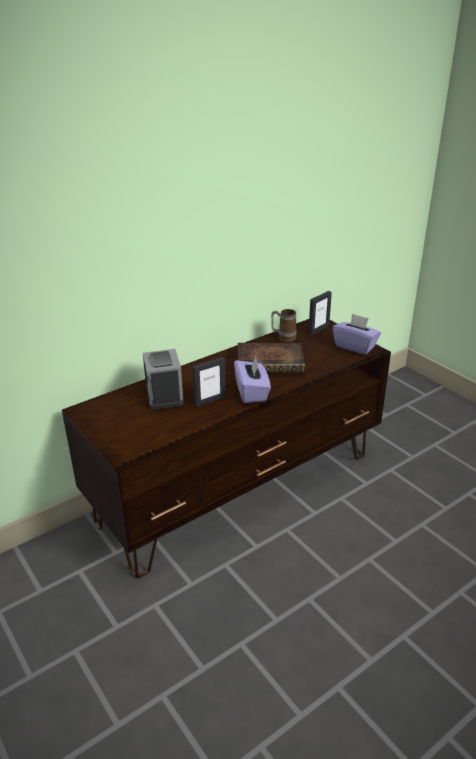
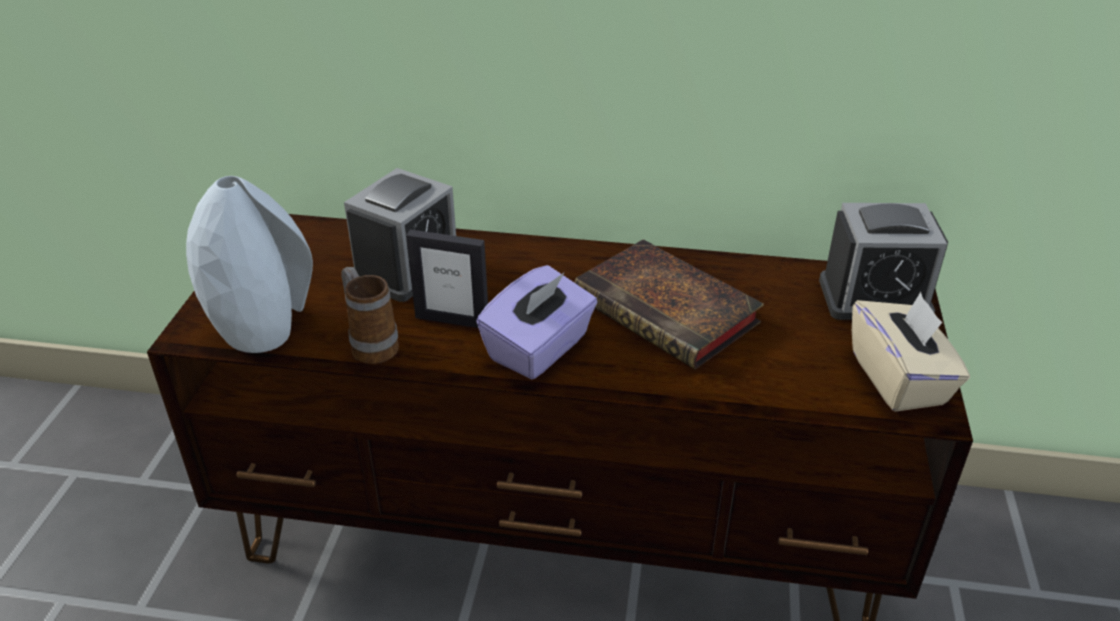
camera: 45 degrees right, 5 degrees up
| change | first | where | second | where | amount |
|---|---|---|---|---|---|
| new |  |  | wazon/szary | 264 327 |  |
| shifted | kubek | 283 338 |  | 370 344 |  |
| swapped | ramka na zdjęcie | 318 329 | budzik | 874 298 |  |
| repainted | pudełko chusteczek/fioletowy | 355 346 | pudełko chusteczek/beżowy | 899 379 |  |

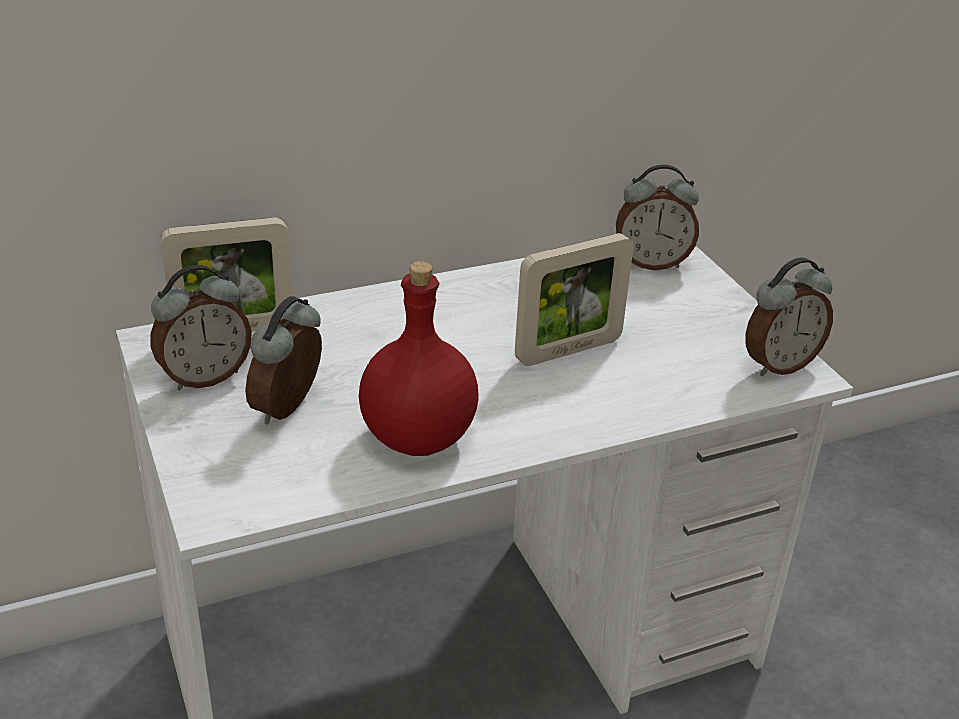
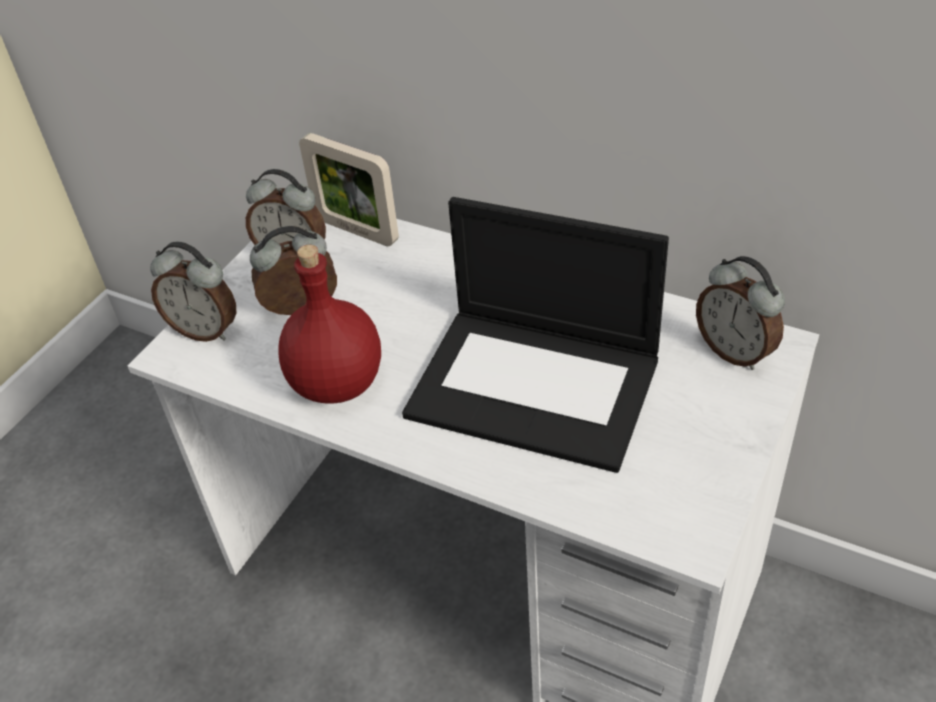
camera: 55 degrees right, 10 degrees up
| change | first | where | second | where | amount |
|---|---|---|---|---|---|
| shifted | budzik | 778 364 |  | 205 330 |  |
| swapped | ramka na zdjęcie | 568 350 | laptop | 537 386 |  |

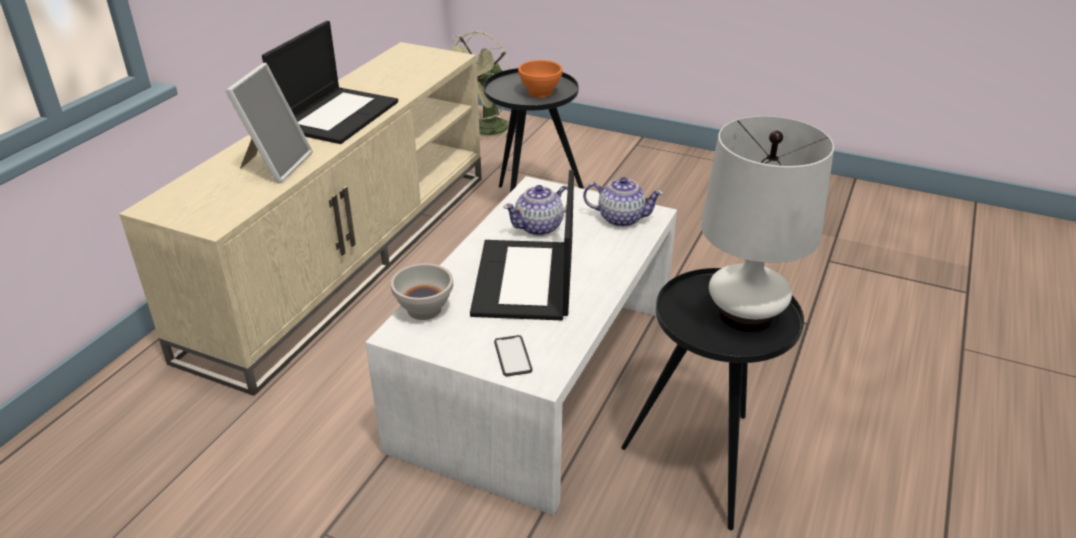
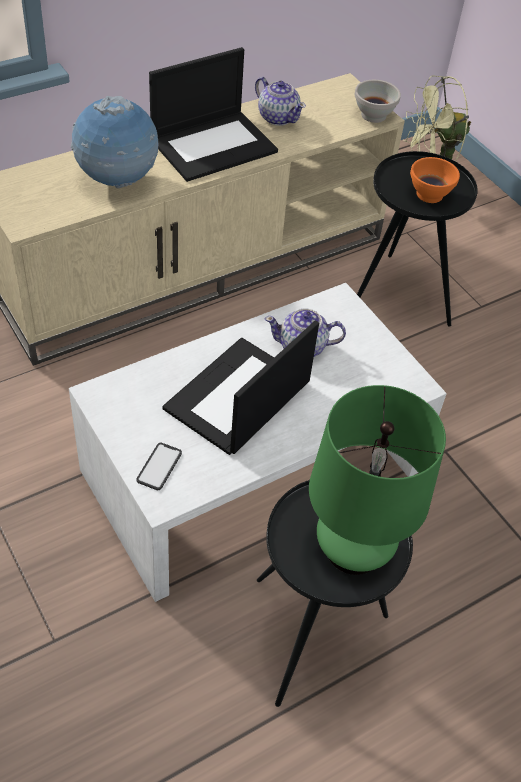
camera: 30 degrees right, 15 degrees up
| change | first | where | second | where | amount |
|---|---|---|---|---|---|
| shifted | miska/biały | 425 310 |  | 373 116 |  |
| shifted | imbryk | 620 218 |  | 278 117 |  |
| swapped | ramka na zdjęcie | 275 165 | globus | 117 181 |  |
| repainted | lampa stołowa/biały | 745 315 | lampa stołowa/zielony | 353 549 |  |

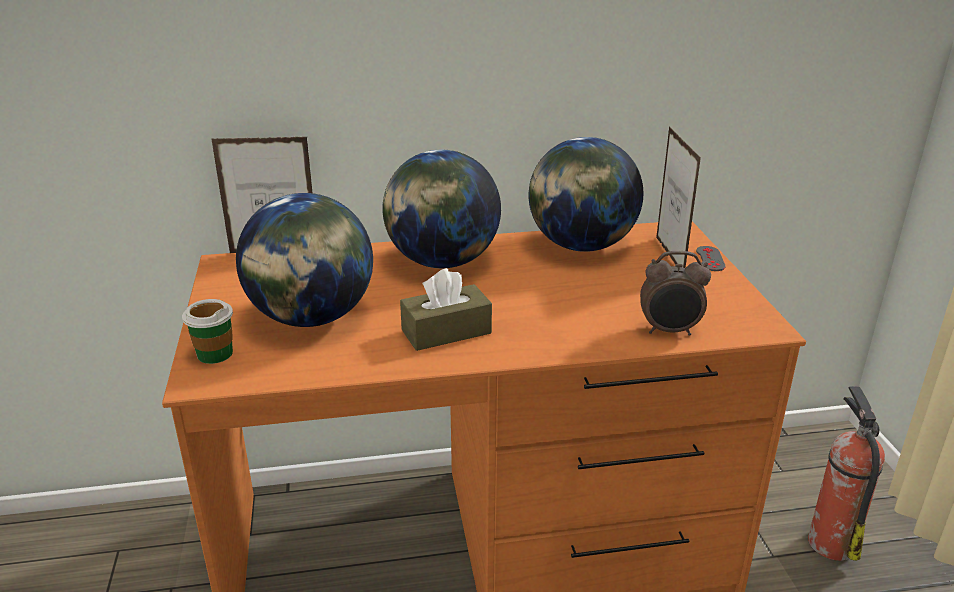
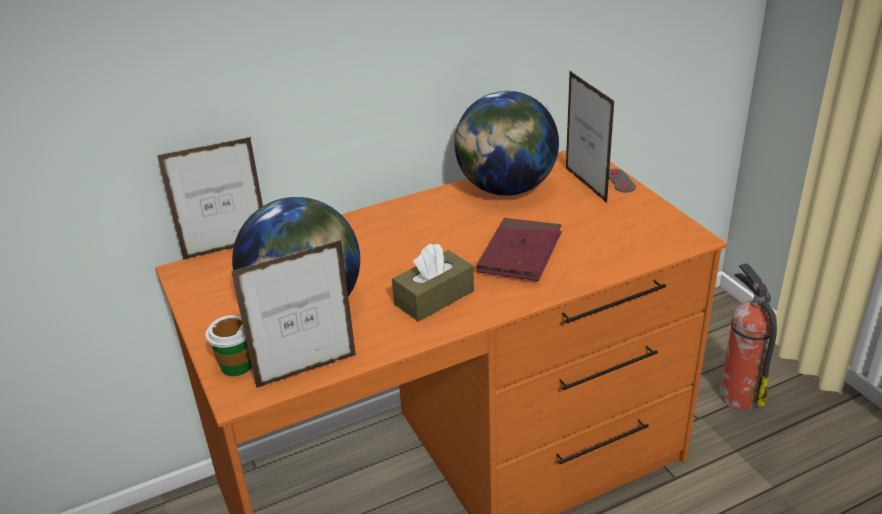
camera: 15 degrees left, 5 degrees up
| change | first | where | second | where | amount |
|---|---|---|---|---|---|
| gone | globus | 442 262 |  |  |  |
| gone | budzik | 669 331 |  |  |  |
| new |  |  | ramka na zdjęcie | 307 371 |  |
| new |  |  | książka/czerwony | 520 253 |  |

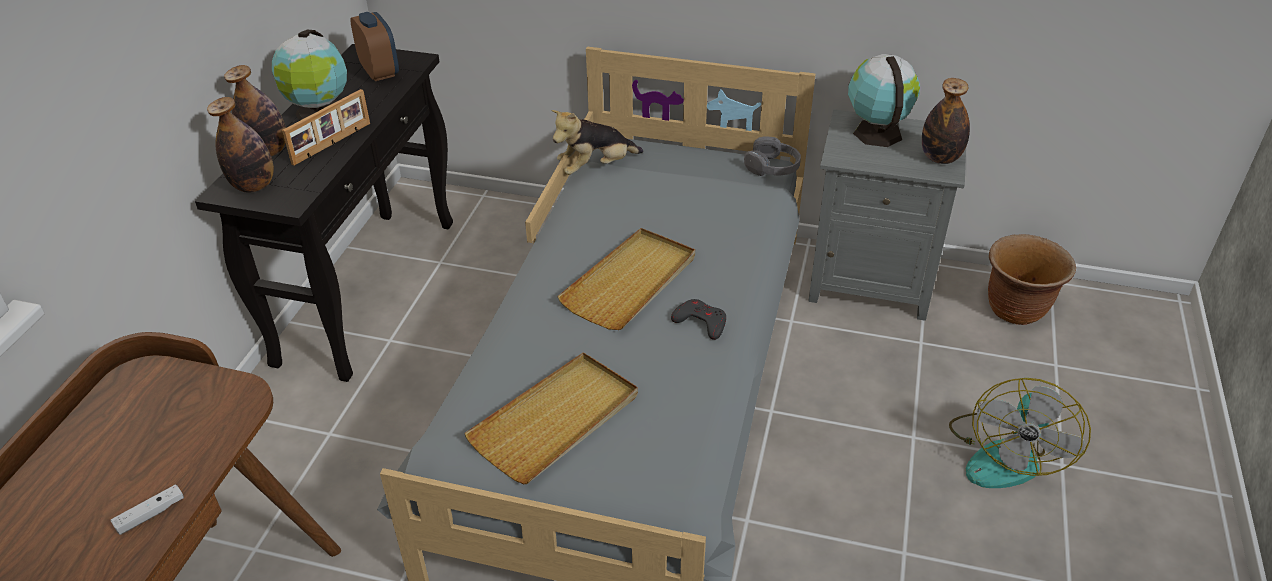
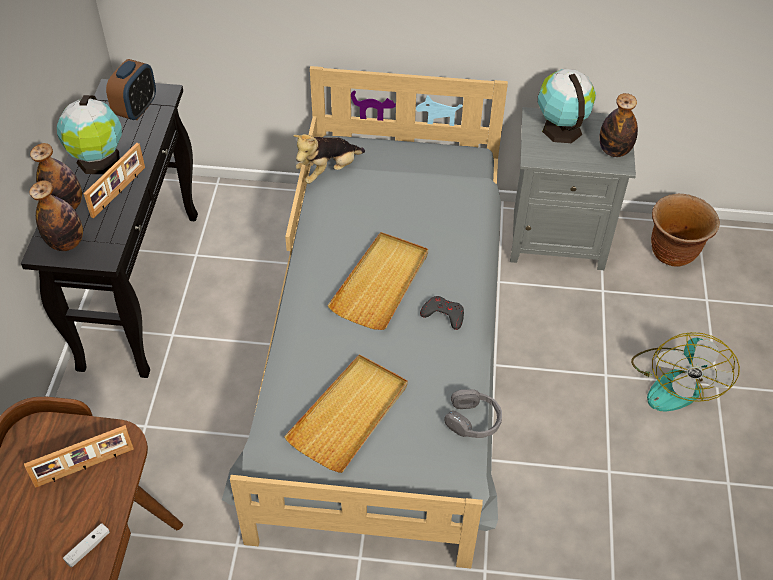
camera: 10 degrees left, 10 degrees up
| change | first | where | second | where | amount |
|---|---|---|---|---|---|
| new |  |  | ramka na zdjęcie | 85 467 |  |
| shifted | słuchawki/szary | 773 167 |  | 473 420 |  |
| rotated | budzik | 380 72 |  | 136 109 | 60 degrees clockwise |

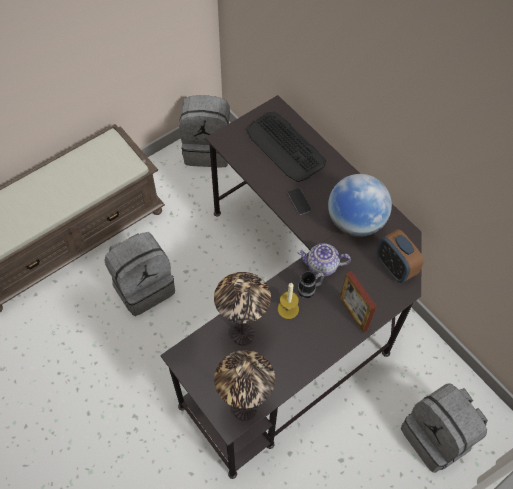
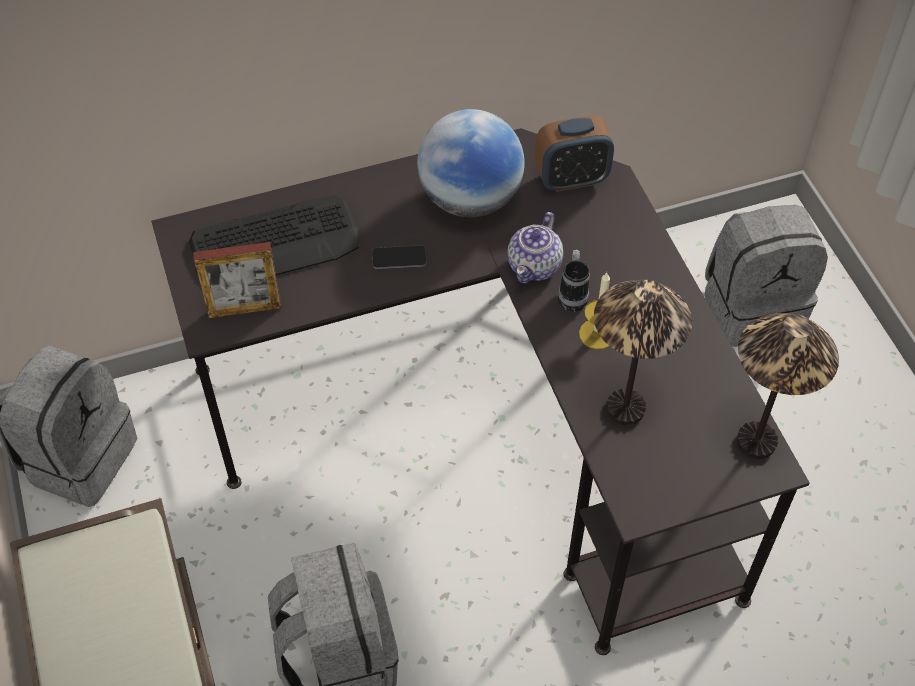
camera: 70 degrees left, 5 degrees down
| change | first | where | second | where | amount |
|---|---|---|---|---|---|
| shifted | ramka na zdjęcie | 353 314 |  | 244 309 |  |

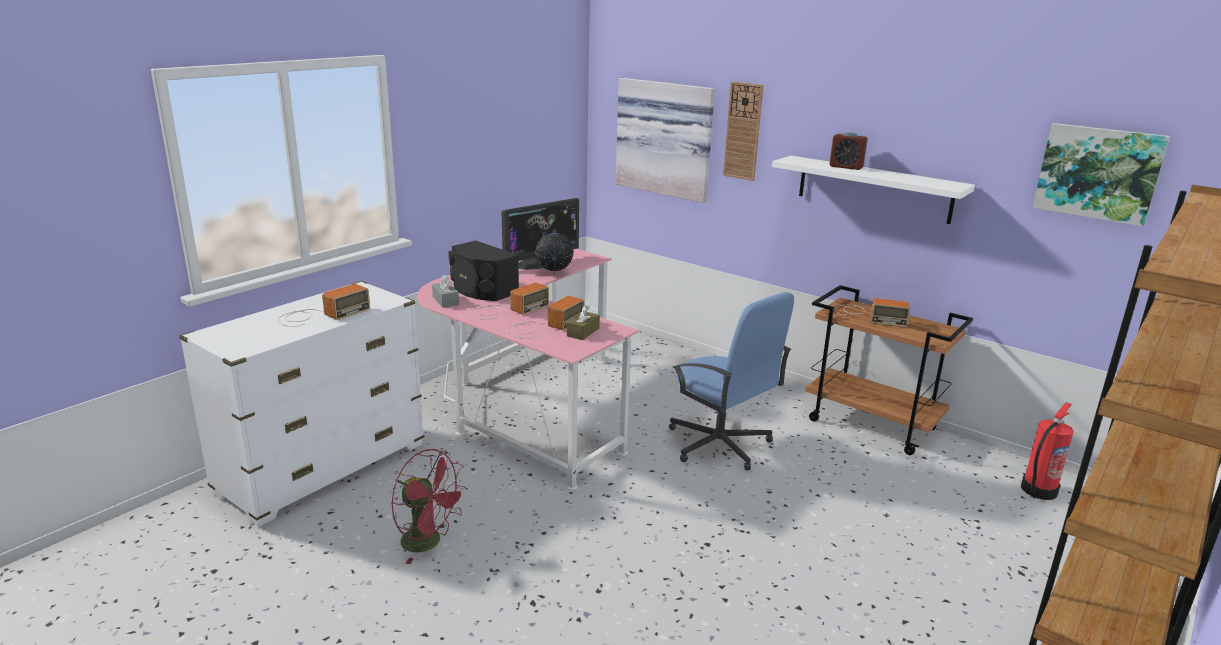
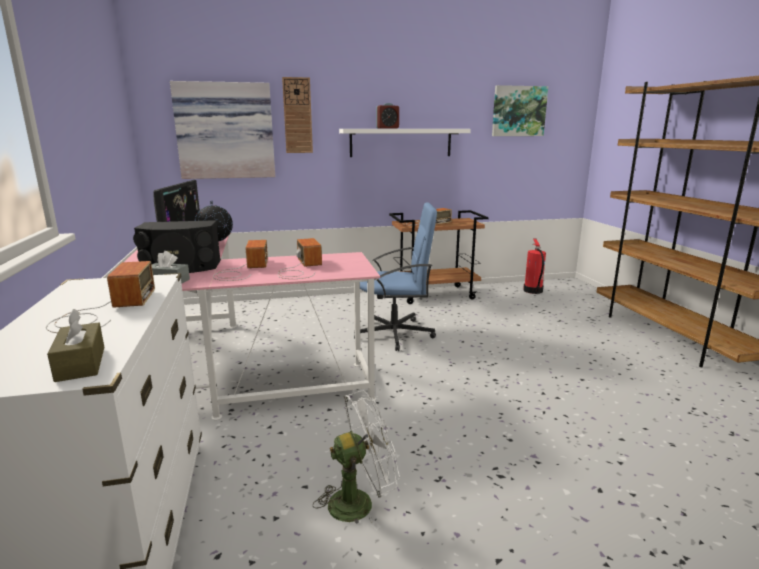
camera: 50 degrees left, 5 degrees down
| change | first | where | second | where | amount |
|---|---|---|---|---|---|
| shifted | pudełko chusteczek/brązowy | 583 332 |  | 81 363 |  |
| repainted | wentylator/czerwony | 429 543 | wentylator/biały | 359 501 |  |

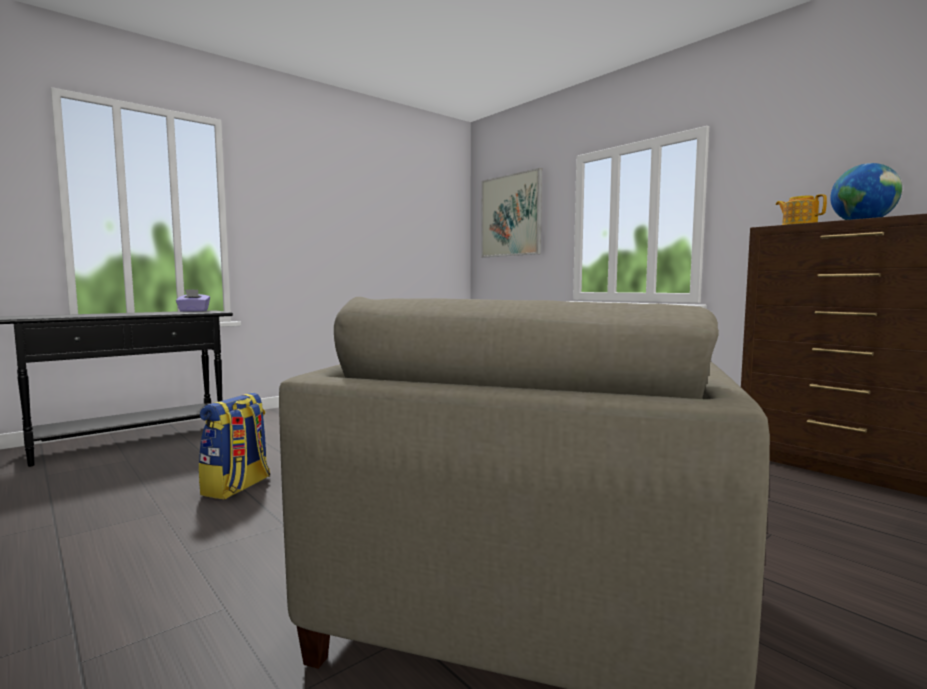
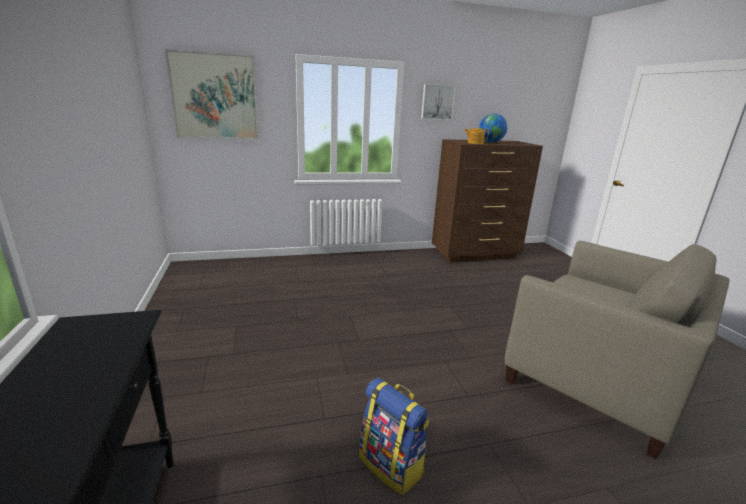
camera: 65 degrees left, 15 degrees up
| change | first | where | second | where | amount |
|---|---|---|---|---|---|
| gone | pudełko chusteczek/fioletowy | 193 311 |  |  |  |
| new |  |  | obraz | 437 102 |  |

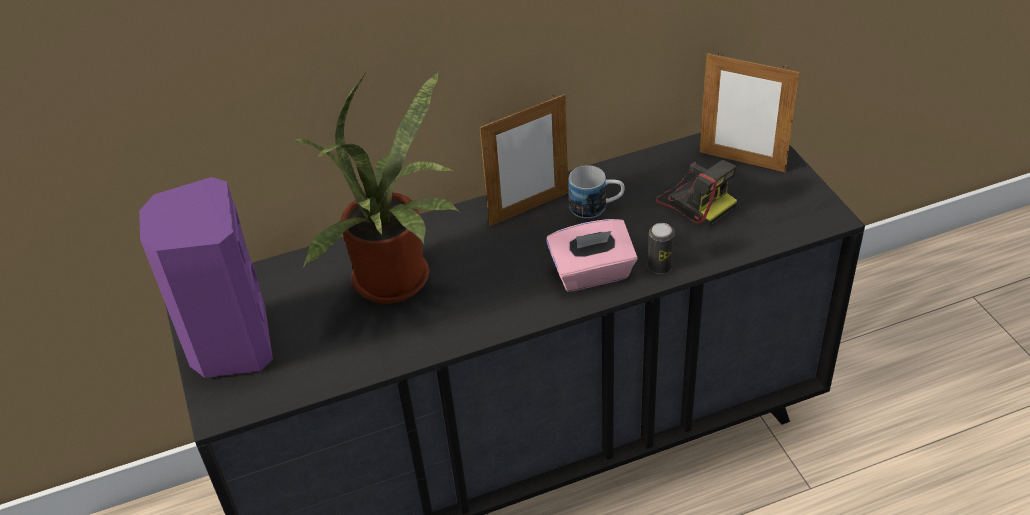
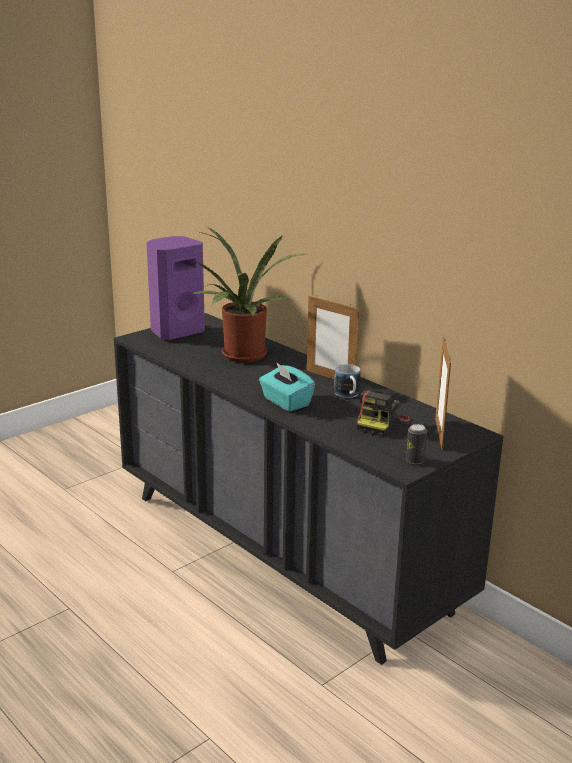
camera: 65 degrees right, 20 degrees down
| change | first | where | second | where | amount |
|---|---|---|---|---|---|
| shifted | puszka | 660 266 |  | 415 460 |  |
| repainted | pudełko chusteczek/różowy | 592 274 | pudełko chusteczek/turkusowy | 286 402 |  |

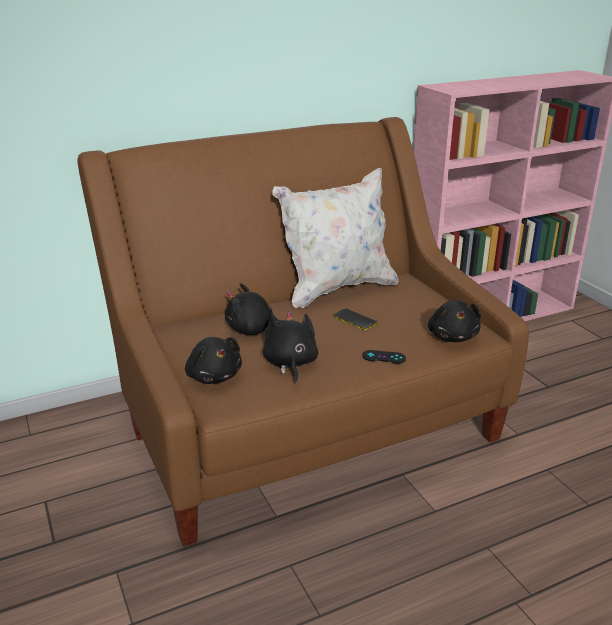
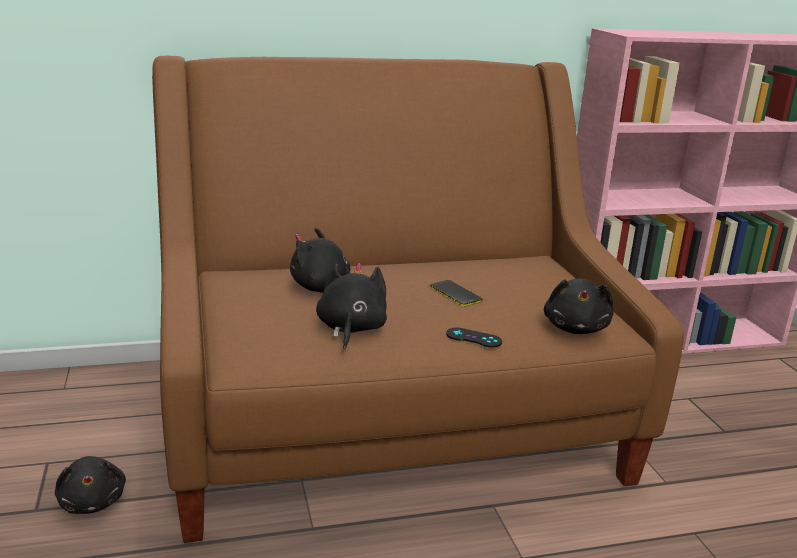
camera: 10 degrees right, 5 degrees down
| change | first | where | second | where | amount |
|---|---|---|---|---|---|
| gone | poduszka/biały | 337 289 |  |  |  |
| shifted | pluszak/czarny | 213 376 |  | 92 501 |  |

